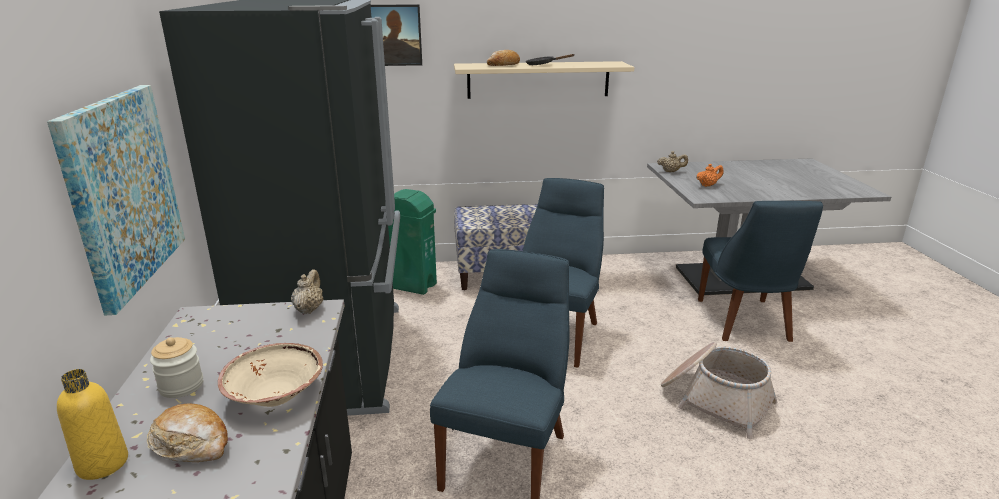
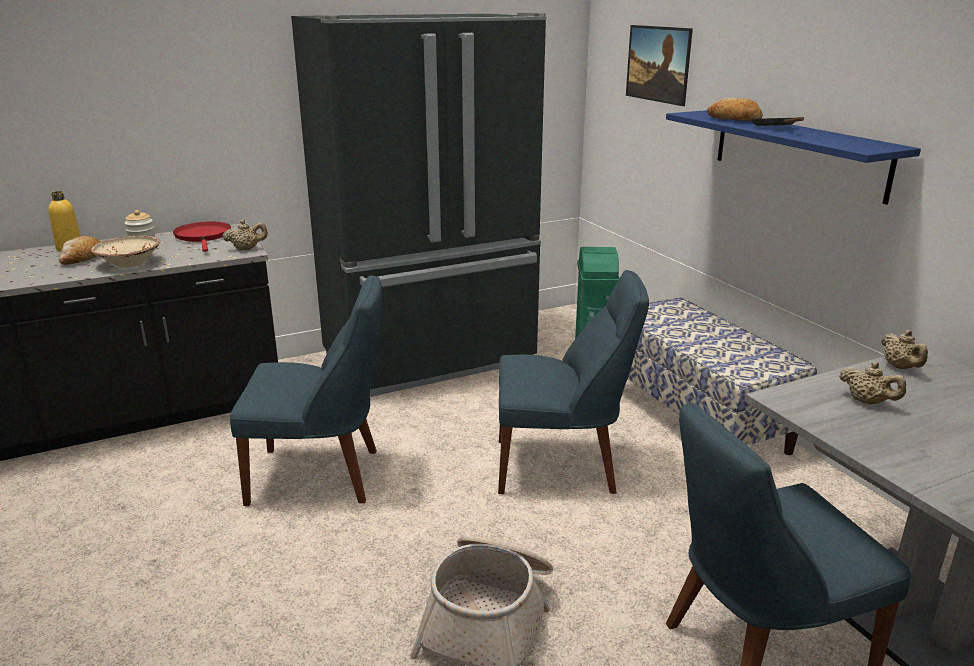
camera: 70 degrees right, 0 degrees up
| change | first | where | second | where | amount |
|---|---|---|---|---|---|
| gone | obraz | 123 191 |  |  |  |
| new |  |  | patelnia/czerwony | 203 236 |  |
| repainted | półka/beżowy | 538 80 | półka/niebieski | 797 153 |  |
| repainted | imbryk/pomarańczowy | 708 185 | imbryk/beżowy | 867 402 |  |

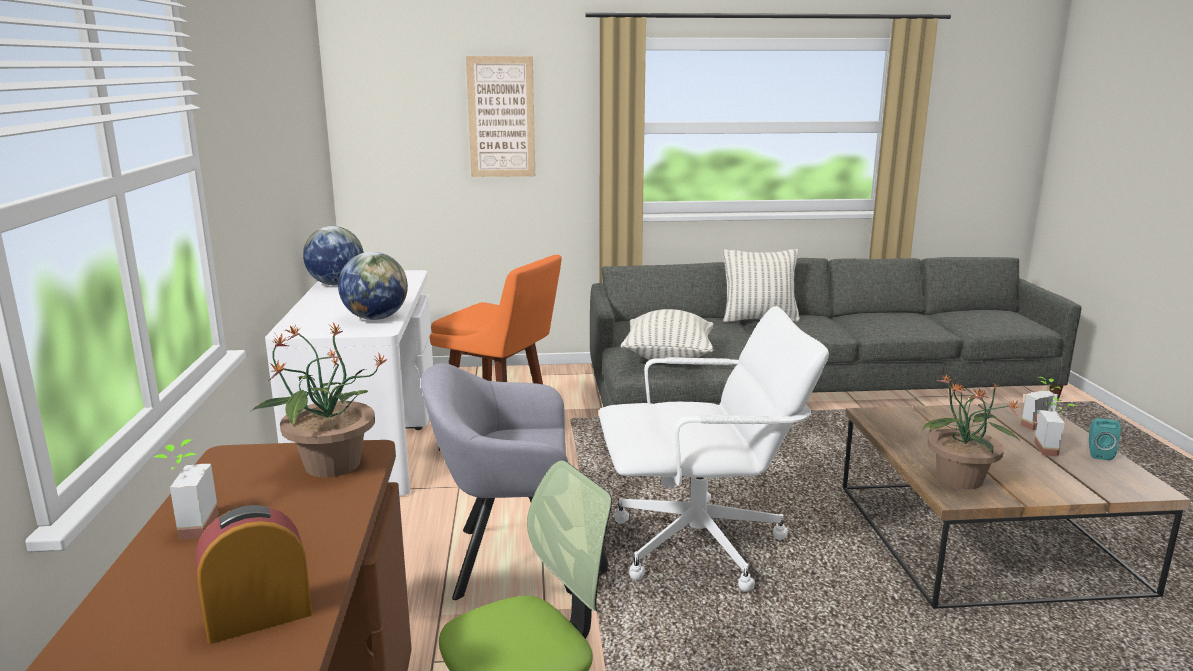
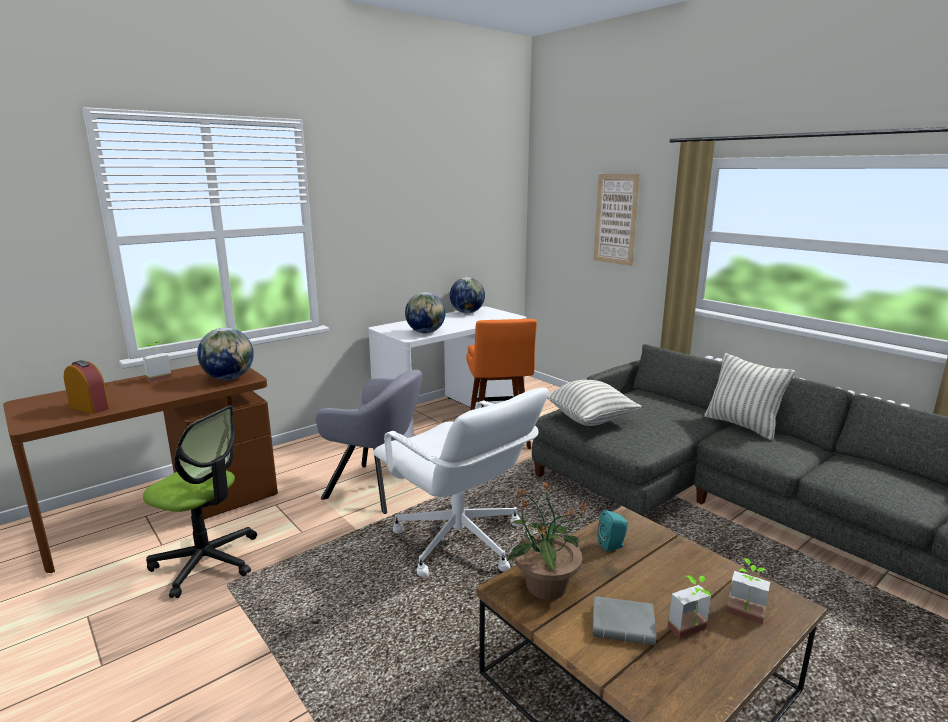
camera: 55 degrees right, 0 degrees up
| change | first | where | second | where | amount |
|---|---|---|---|---|---|
| new |  |  | książka/szary | 624 625 |  |
| shifted | głośnik/turkusowy | 1098 454 |  | 612 545 |  |
| swapped | roślina doniczkowa | 330 465 | globus | 229 378 |  |
| rotated | fotel/szary | 506 560 |  | 378 488 | 150 degrees clockwise |

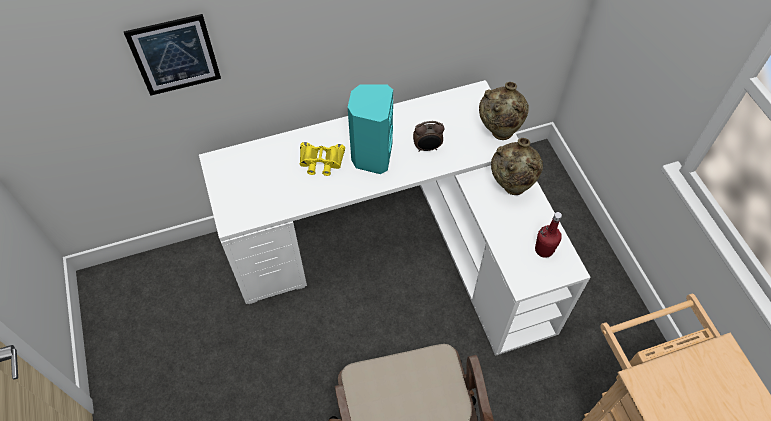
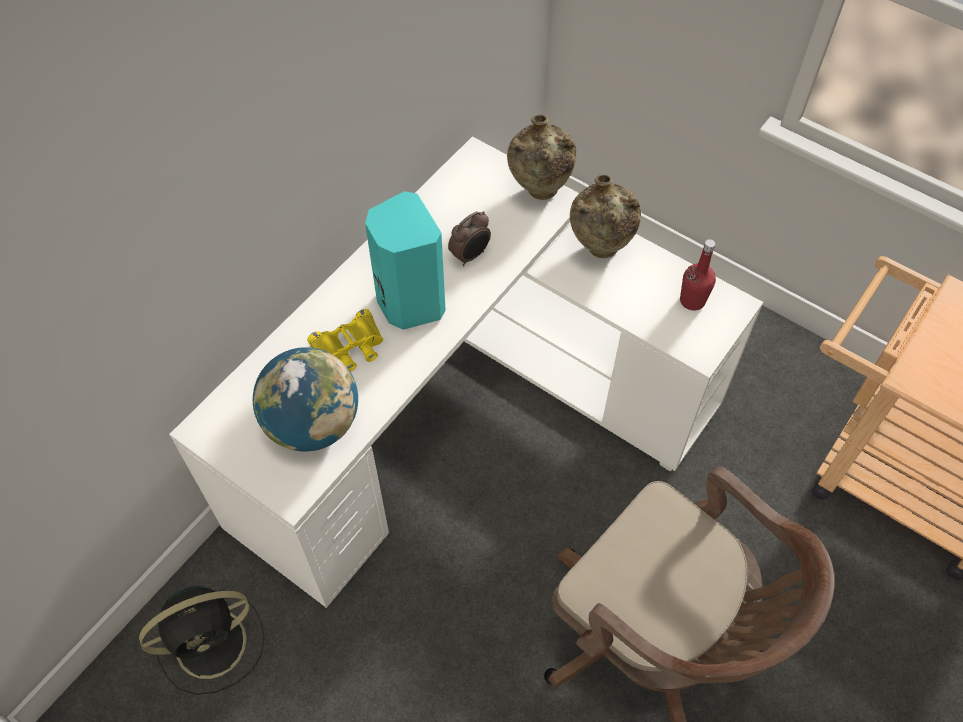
camera: 35 degrees left, 0 degrees up
| change | first | where | second | where | amount |
|---|---|---|---|---|---|
| gone | obraz | 175 55 |  |  |  |
| new |  |  | wentylator/czarny | 214 642 |  |
| new |  |  | globus | 313 424 |  |

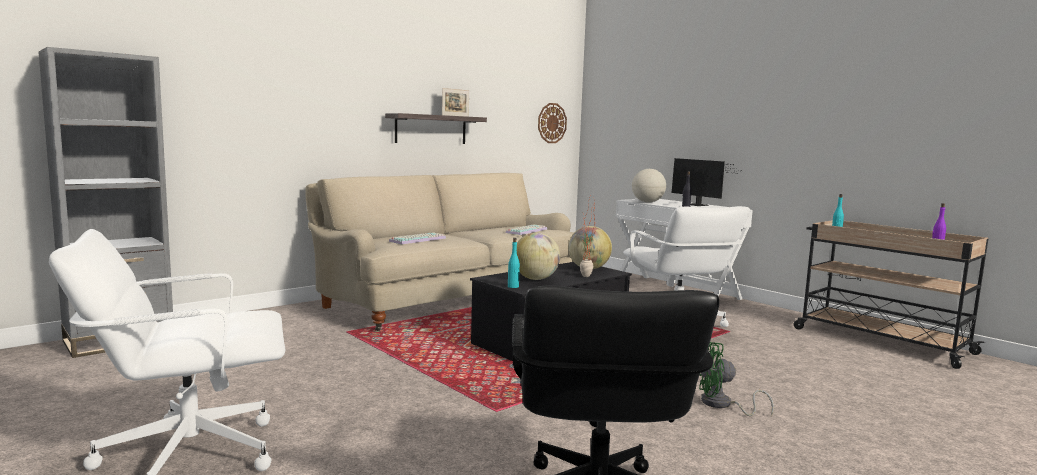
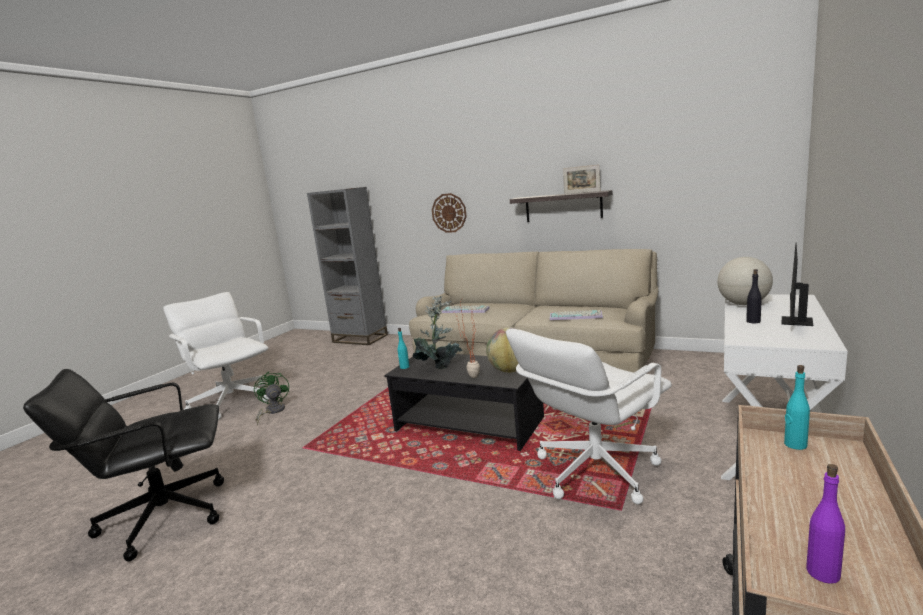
camera: 70 degrees right, 5 degrees up
| change | first | where | second | where | amount |
|---|---|---|---|---|---|
| shifted | zegar ścienny | 552 123 |  | 449 213 |  |
| shifted | wentylator/zielony | 722 405 |  | 272 411 |  |
| swapped | globus | 535 279 | roślina doniczkowa | 440 366 |  |

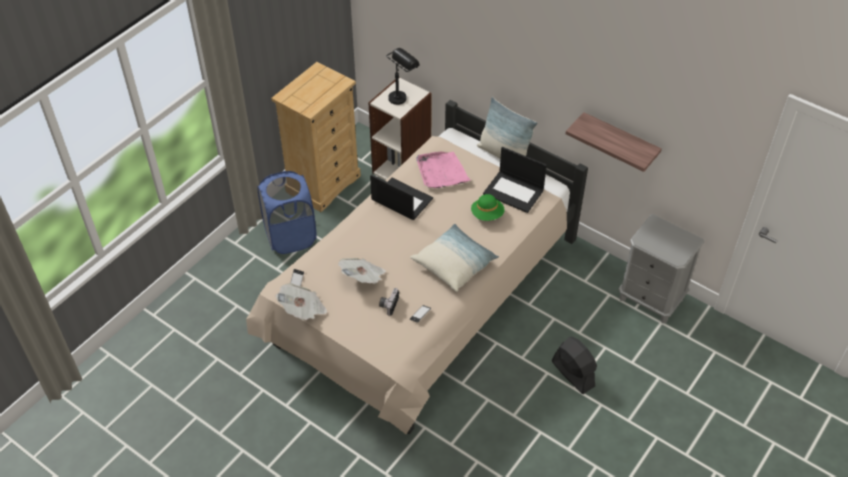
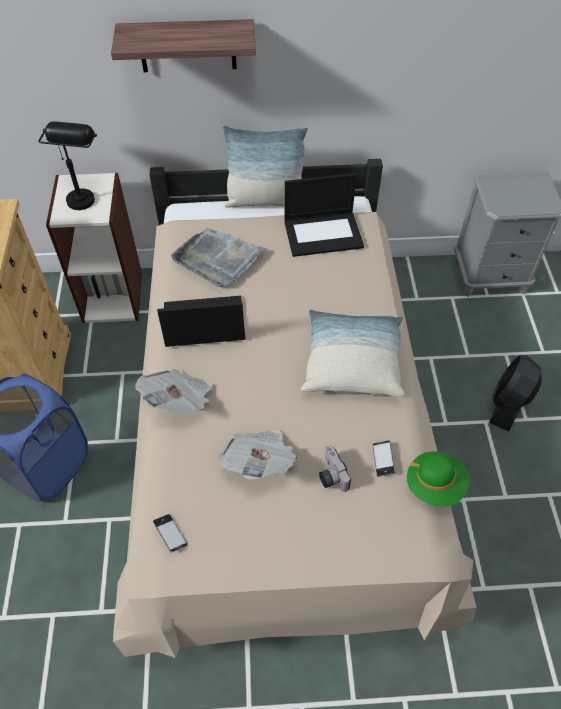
camera: 40 degrees left, 5 degrees up
| change | first | where | second | where | amount |
|---|---|---|---|---|---|
| shifted | gazeta | 303 310 |  | 179 401 |  |
| shifted | kapelusz/zielony | 487 214 |  | 435 485 |  |
| shifted | półka | 619 142 |  | 187 46 |  |
| repainted | taca/różowy | 441 172 | taca/szary | 217 259 |  |
| rotated | wentylator/czarny | 573 373 |  | 508 404 | 75 degrees counterclockwise |

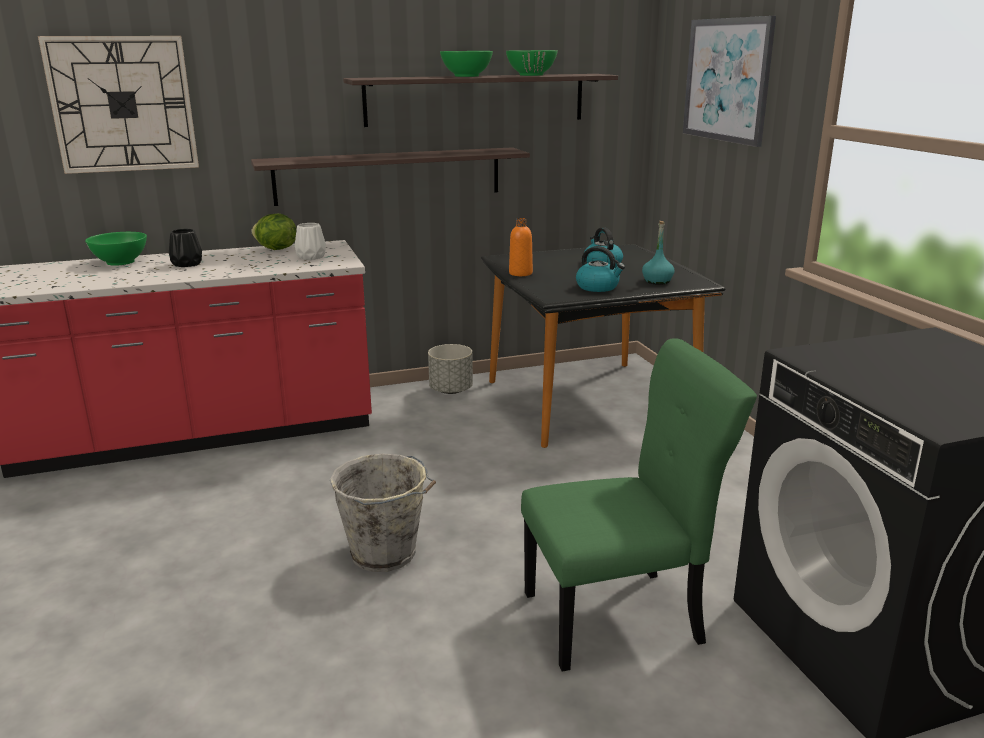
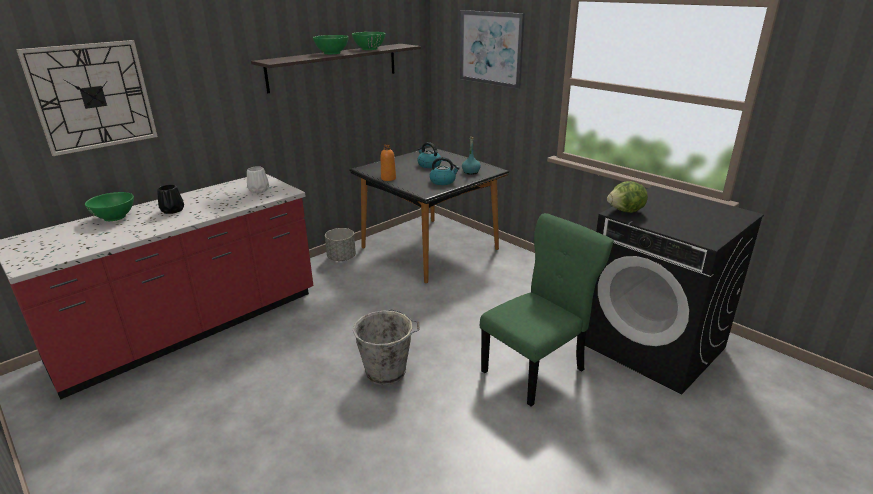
camera: 25 degrees left, 5 degrees up
| change | first | where | second | where | amount |
|---|---|---|---|---|---|
| gone | półka | 389 176 |  |  |  |
| shifted | sałata | 275 249 |  | 626 211 |  |

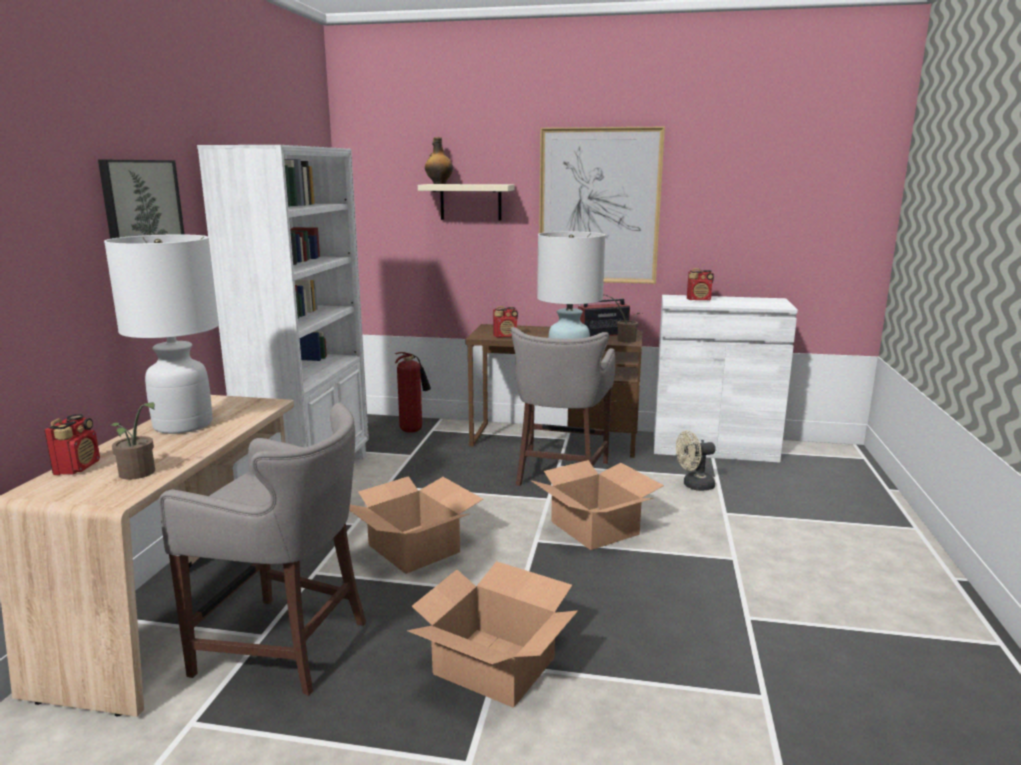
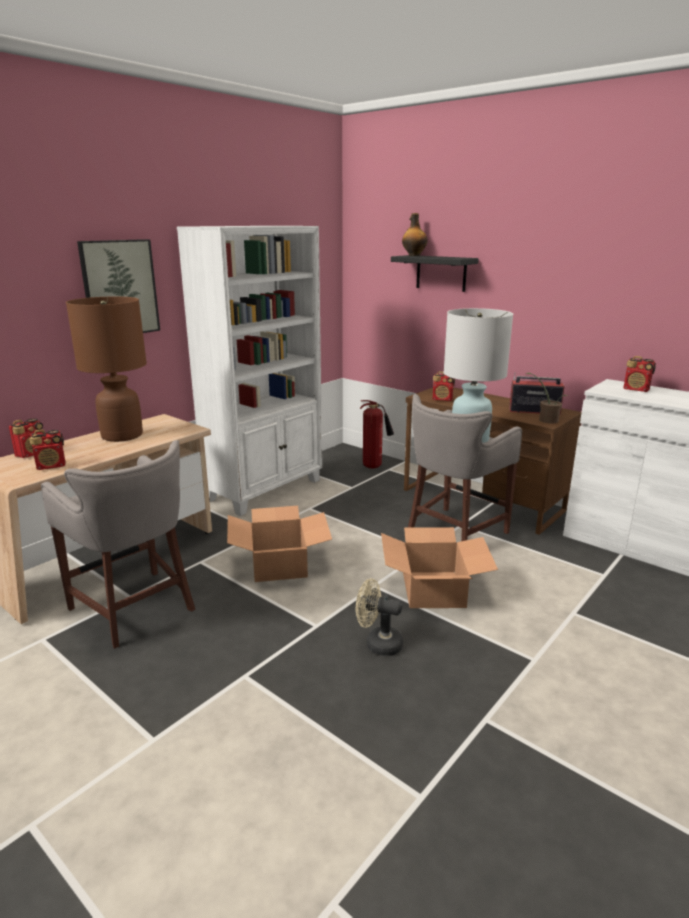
camera: 30 degrees right, 5 degrees up
| change | first | where | second | where | amount |
|---|---|---|---|---|---|
| gone | karton | 494 665 |  |  |  |
| gone | obraz | 599 206 |  |  |  |
| shifted | wentylator/beżowy | 694 485 |  | 378 643 |  |
| swapped | roślina doniczkowa | 138 474 | radio | 51 466 |  |
| repainted | lampa stołowa/biały | 183 424 | lampa stołowa/brązowy | 122 435 |  |
| repainted | półka/beżowy | 470 202 | półka/czarny | 441 273 |  |

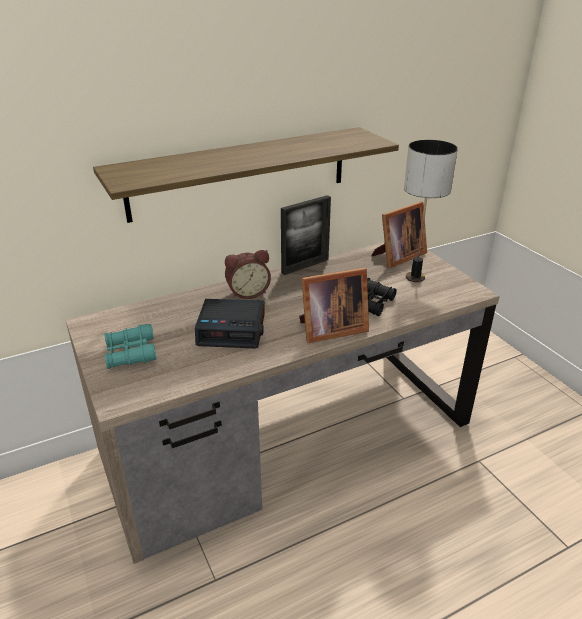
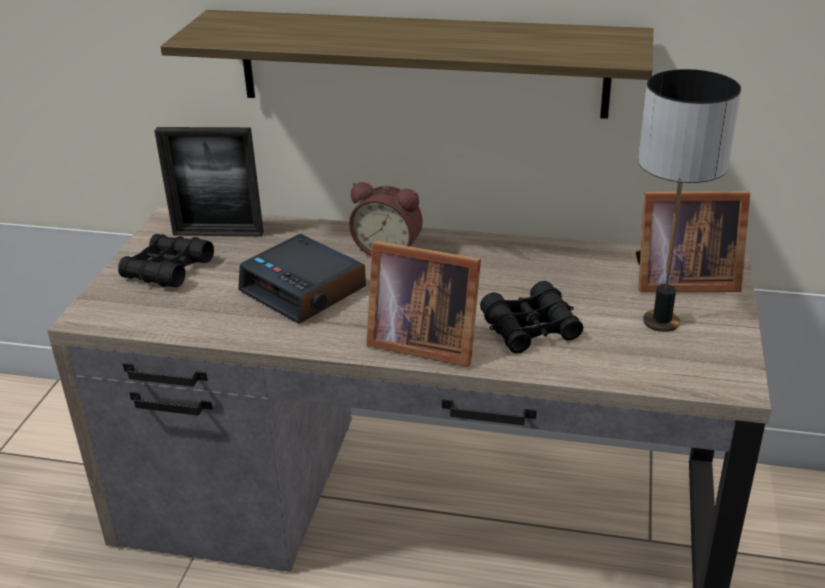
camera: 40 degrees right, 0 degrees up
| change | first | where | second | where | amount |
|---|---|---|---|---|---|
| shifted | ramka na zdjęcie | 305 266 |  | 218 233 |  |
| repainted | lornetka/turkusowy | 131 353 | lornetka/czarny | 168 270 |  |

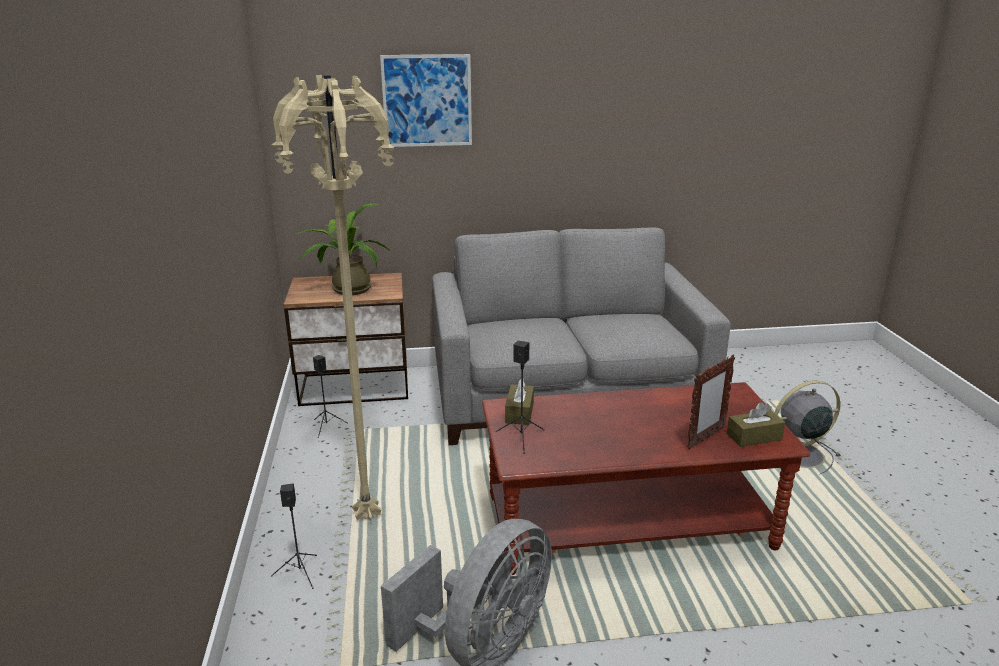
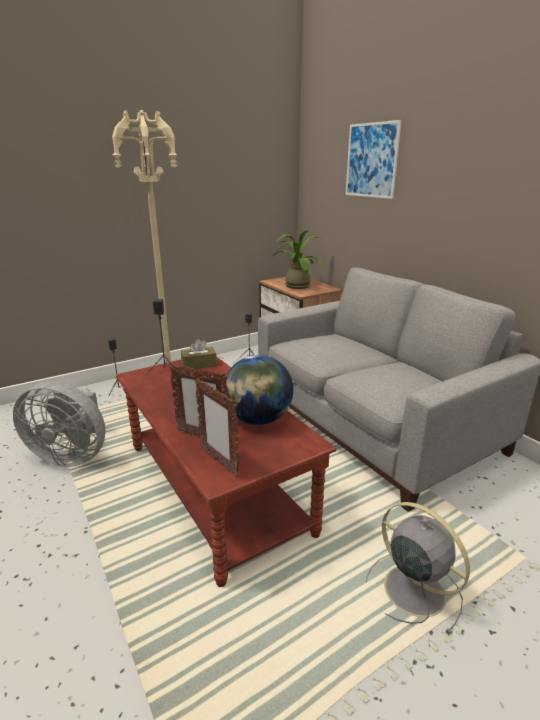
camera: 65 degrees right, 0 degrees up
| change | first | where | second | where | amount |
|---|---|---|---|---|---|
| new |  |  | globus | 258 419 |  |
| swapped | pudełko chusteczek/brązowy | 754 437 | ramka na zdjęcie | 219 461 |  |

